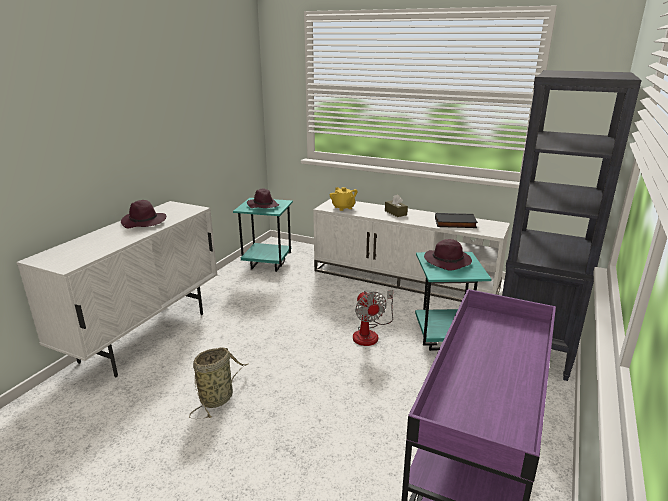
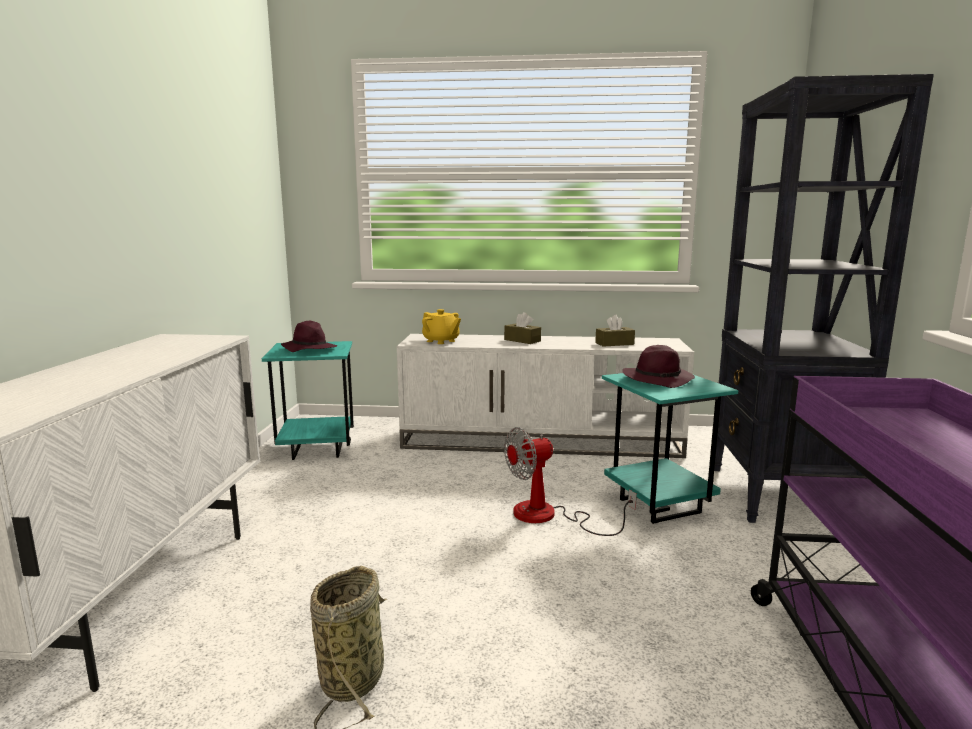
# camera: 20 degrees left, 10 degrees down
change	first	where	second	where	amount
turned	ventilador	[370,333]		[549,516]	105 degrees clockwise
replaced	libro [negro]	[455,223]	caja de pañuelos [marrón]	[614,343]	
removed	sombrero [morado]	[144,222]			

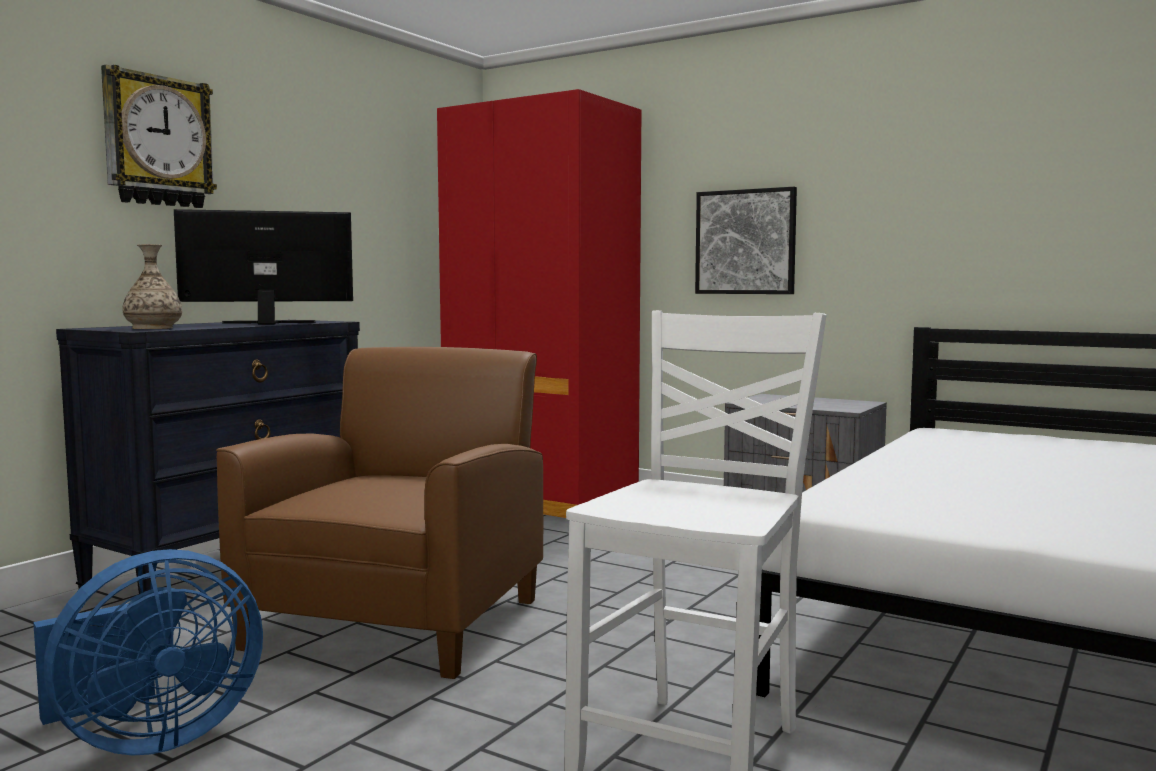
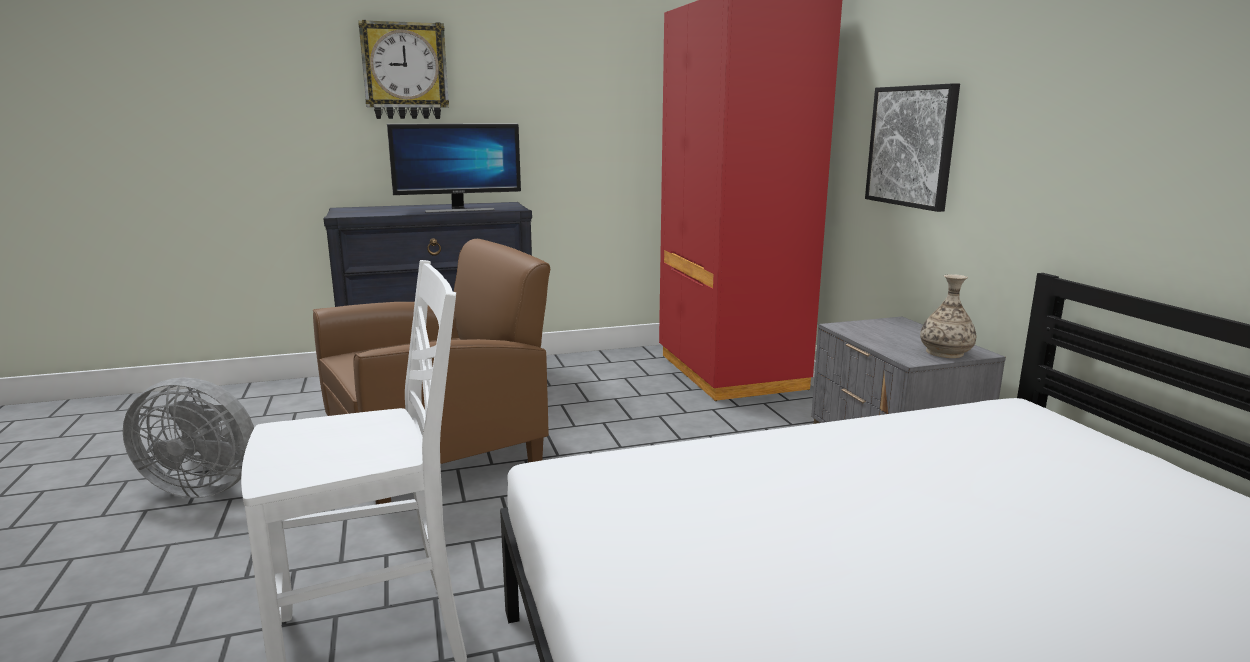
# camera: 40 degrees right, 10 degrees up
change	first	where	second	where	amount
recoloured	ventilador [azul]	[149,739]	ventilador [gris]	[205,486]	
turned	monitor	[268,323]		[459,210]	135 degrees clockwise
moved	florero	[153,328]		[945,352]	

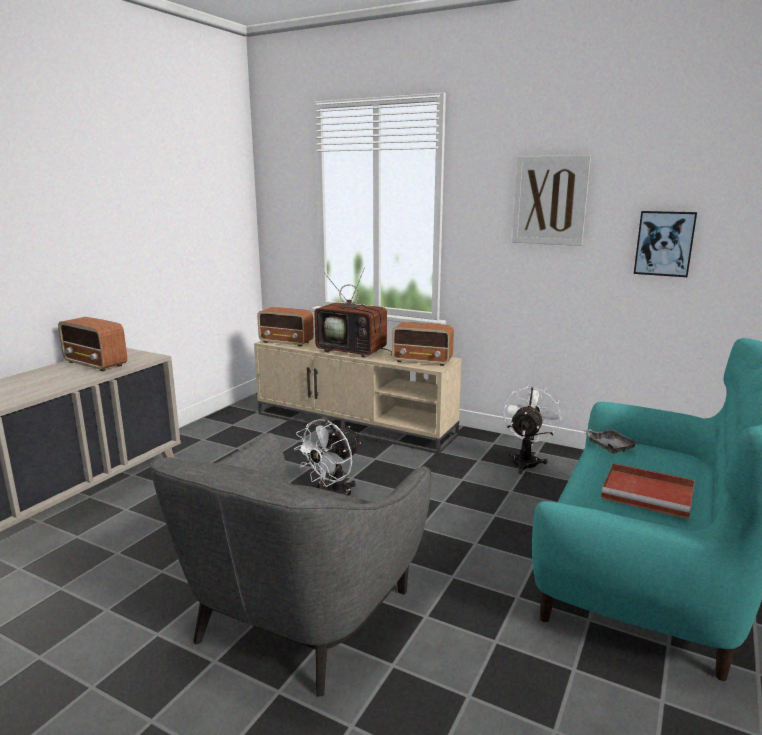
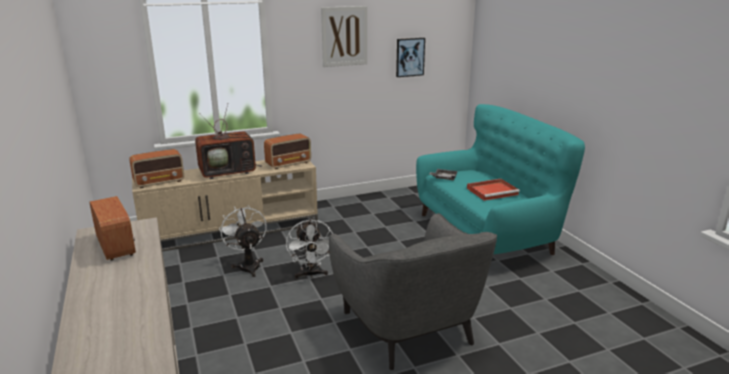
# camera: 50 degrees left, 5 degrees up
change	first	where	second	where	amount
turned	radio	[96,364]		[115,246]	105 degrees counterclockwise
moved	ventilador [blanco]	[526,461]		[248,265]	

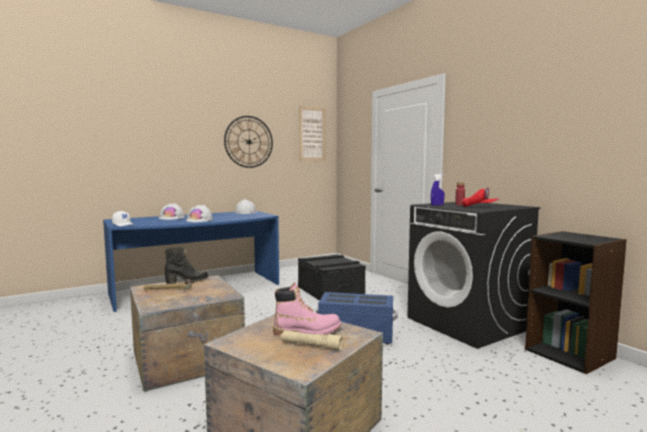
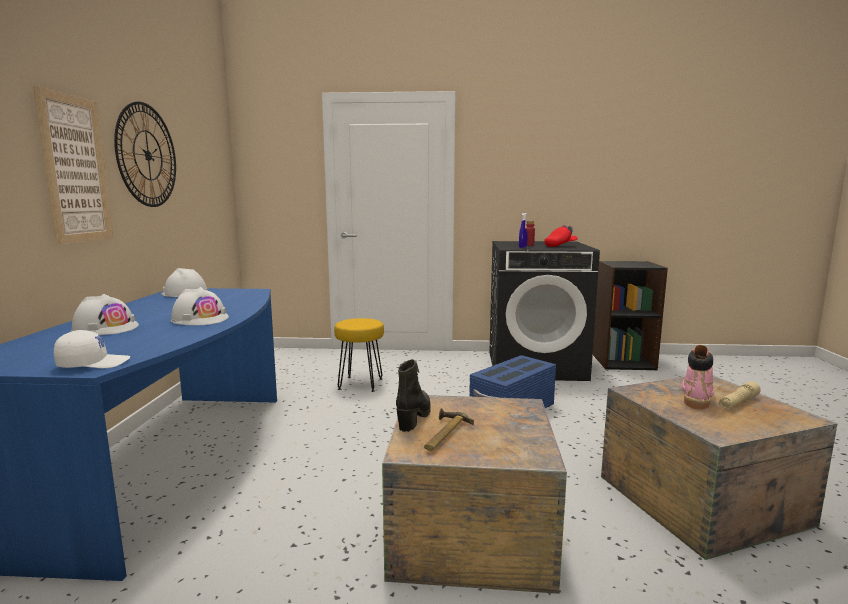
# camera: 55 degrees left, 5 degrees up
change	first	where	second	where	amount
moved	cuadro	[312,134]		[76,169]	
replaced	caja de almacenaje [negro]	[330,291]	taburete [amarillo]	[361,384]	

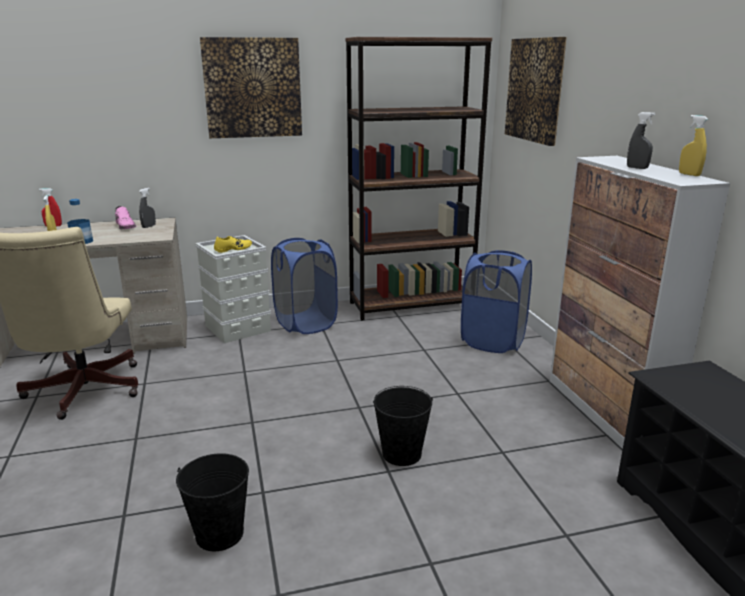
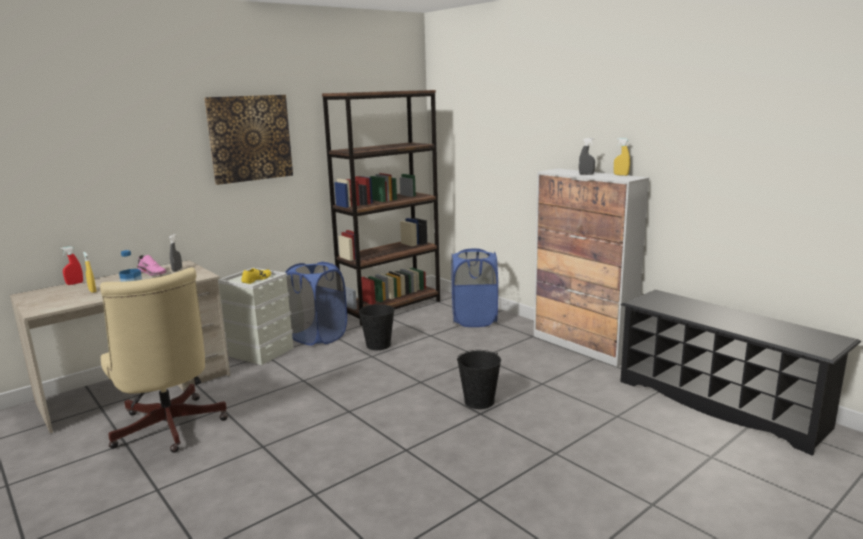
# camera: 25 degrees left, 5 degrees down
change	first	where	second	where	amount
moved	cubo [negro]	[219,533]		[378,345]	
removed	cuadro	[535,90]			

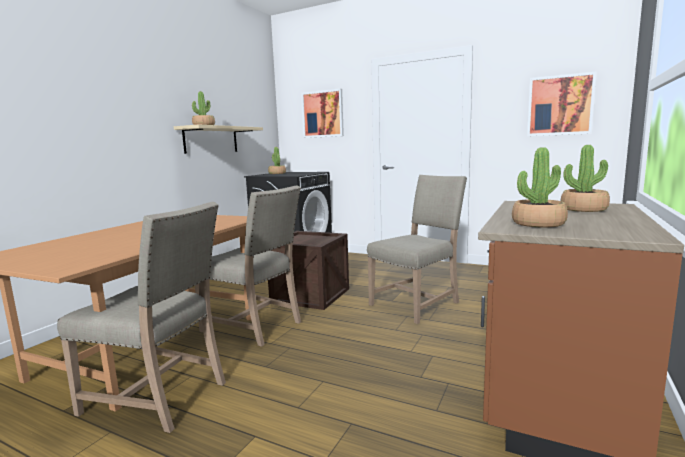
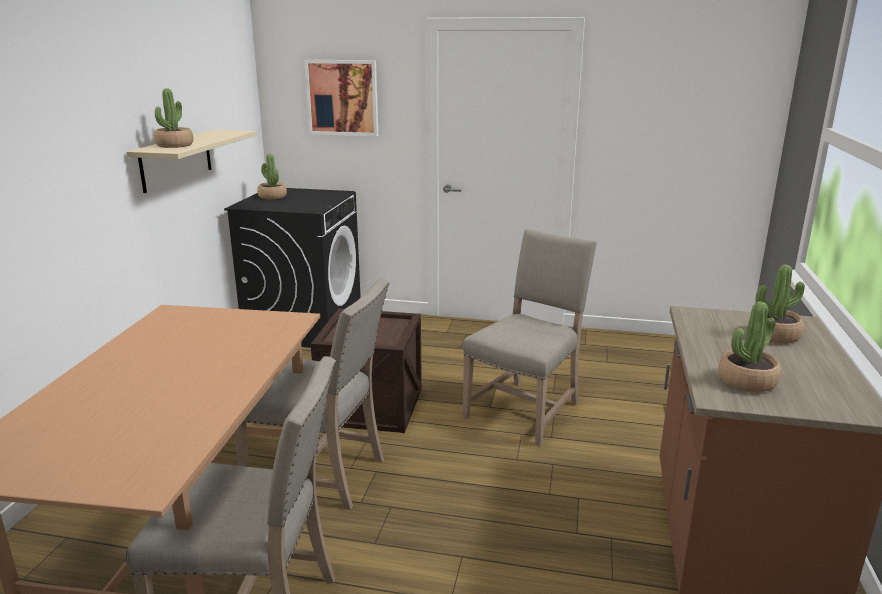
# camera: 15 degrees left, 10 degrees up
change	first	where	second	where	amount
removed	cuadro	[560,105]			

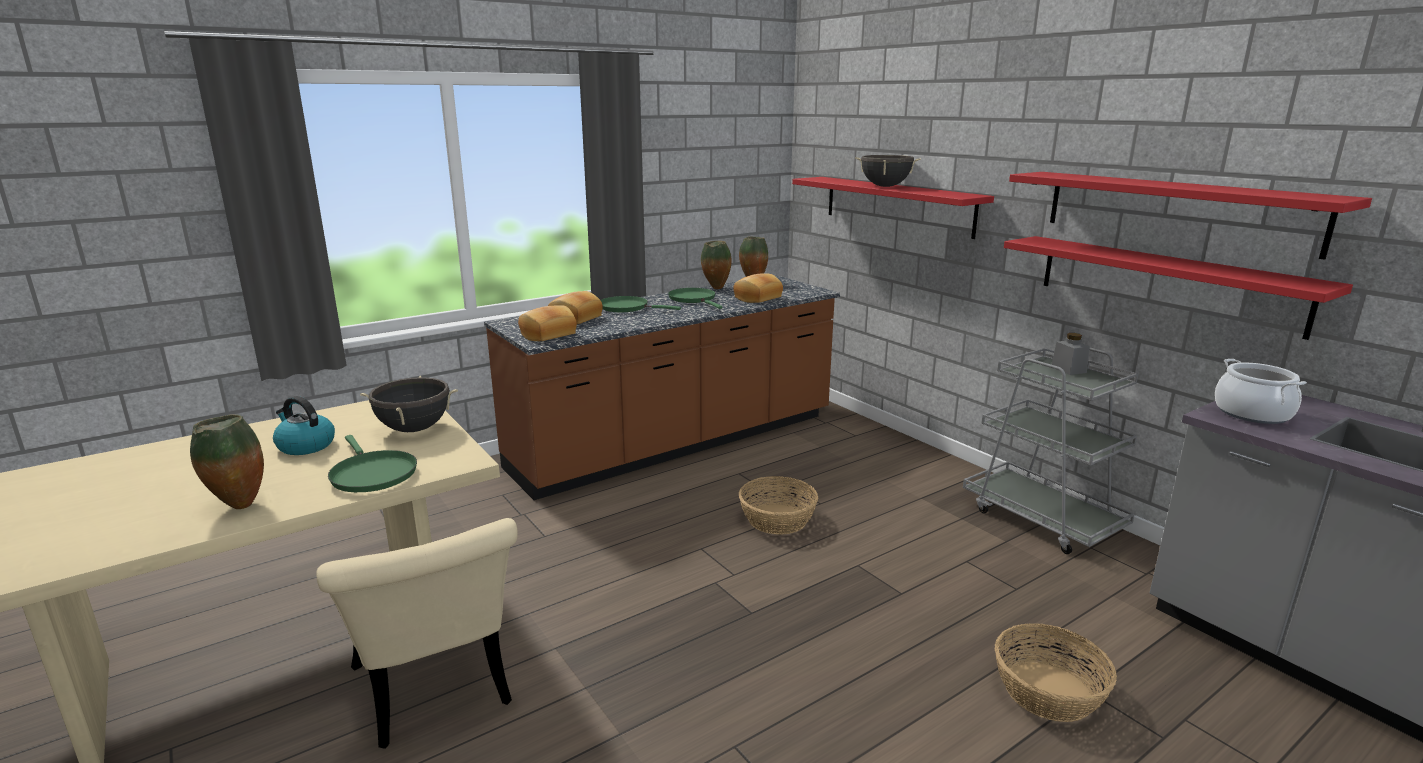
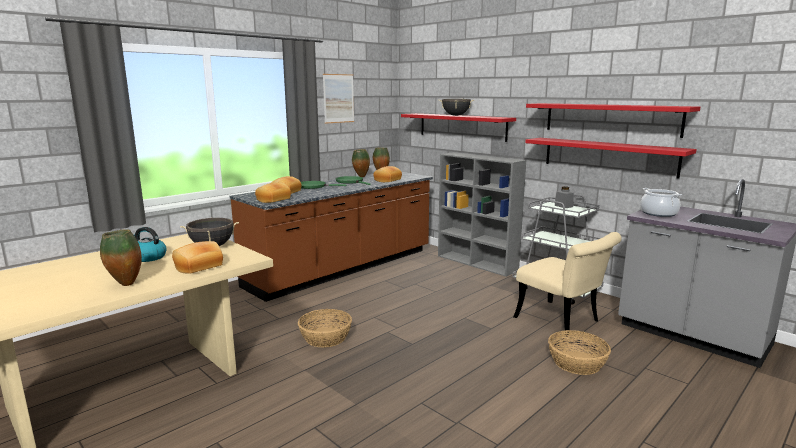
# camera: 10 degrees left, 5 degrees down
change	first	where	second	where	amount
replaced	sartén [verde]	[372,474]	pan	[199,267]	
moved	cesta	[777,519]		[325,337]	
added			cuadro	[338,98]	
added			estantería [gris]	[477,263]	
moved	silla [beis]	[436,694]		[562,321]	

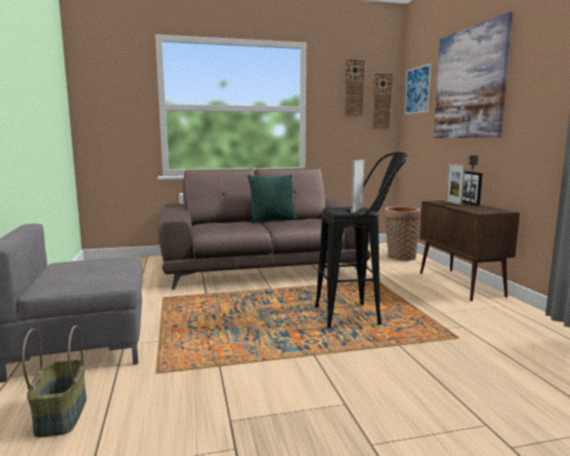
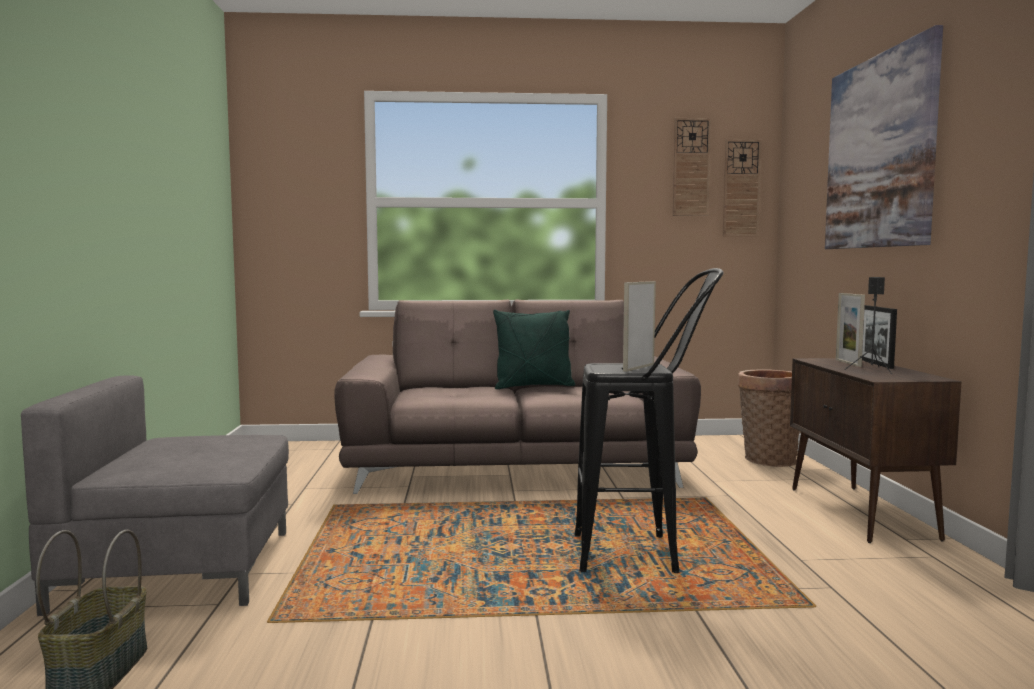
# camera: 10 degrees right, 5 degrees down
change	first	where	second	where	amount
removed	cuadro	[417,90]			

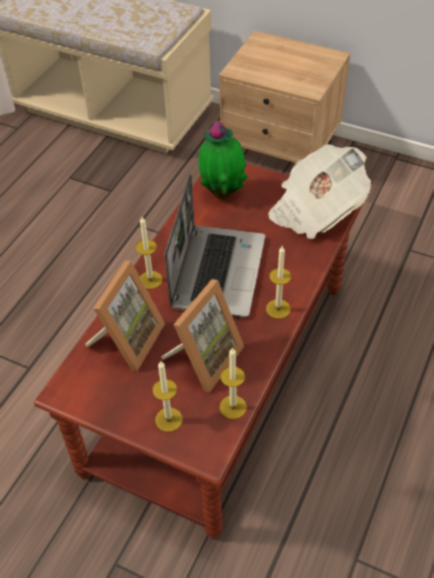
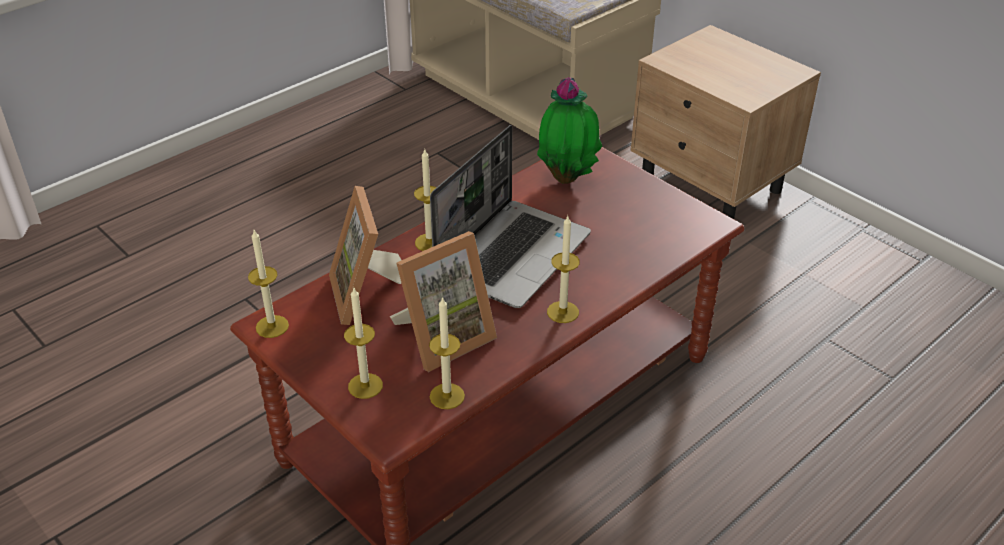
# camera: 20 degrees right, 10 degrees down
change	first	where	second	where	amount
added			vela	[272,326]	
turned	portarretratos	[127,340]		[367,294]	120 degrees clockwise
removed	periódico	[315,210]			

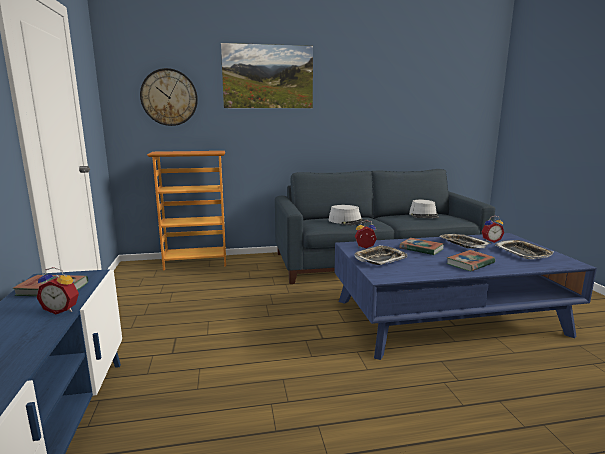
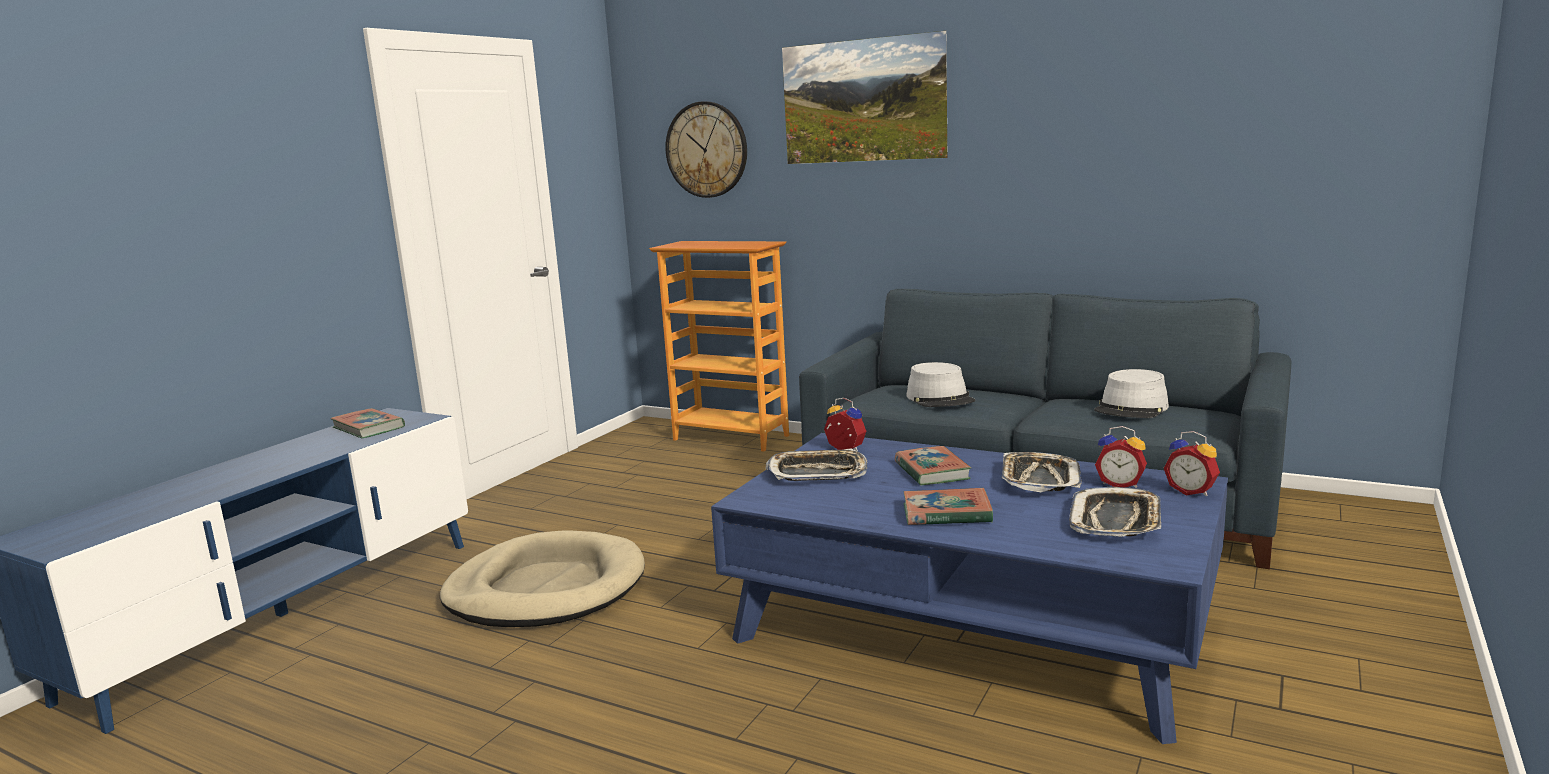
# camera: 40 degrees right, 0 degrees up
change	first	where	second	where	amount
added			cama para perro [beis]	[546,588]	
moved	despertador	[62,310]		[1191,491]	

